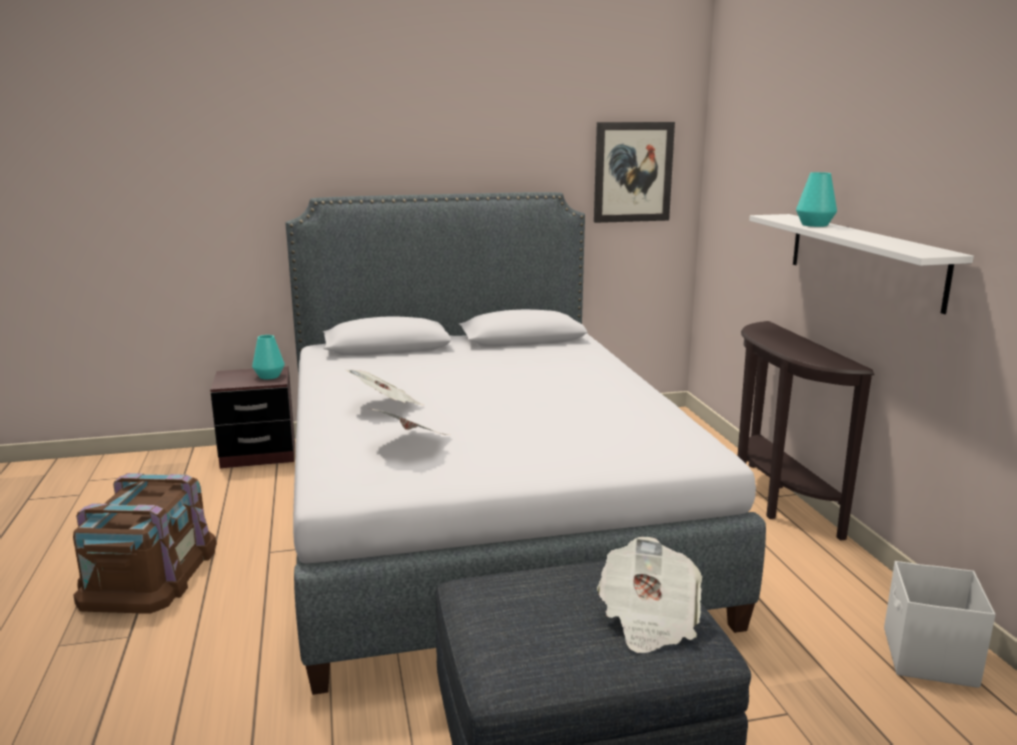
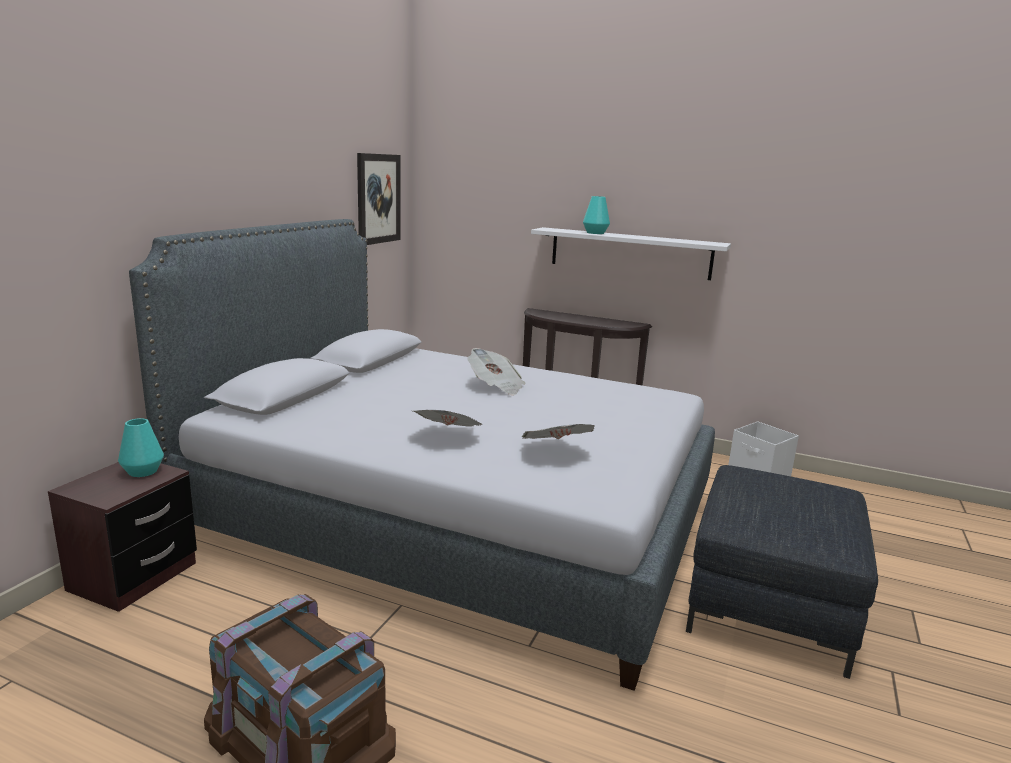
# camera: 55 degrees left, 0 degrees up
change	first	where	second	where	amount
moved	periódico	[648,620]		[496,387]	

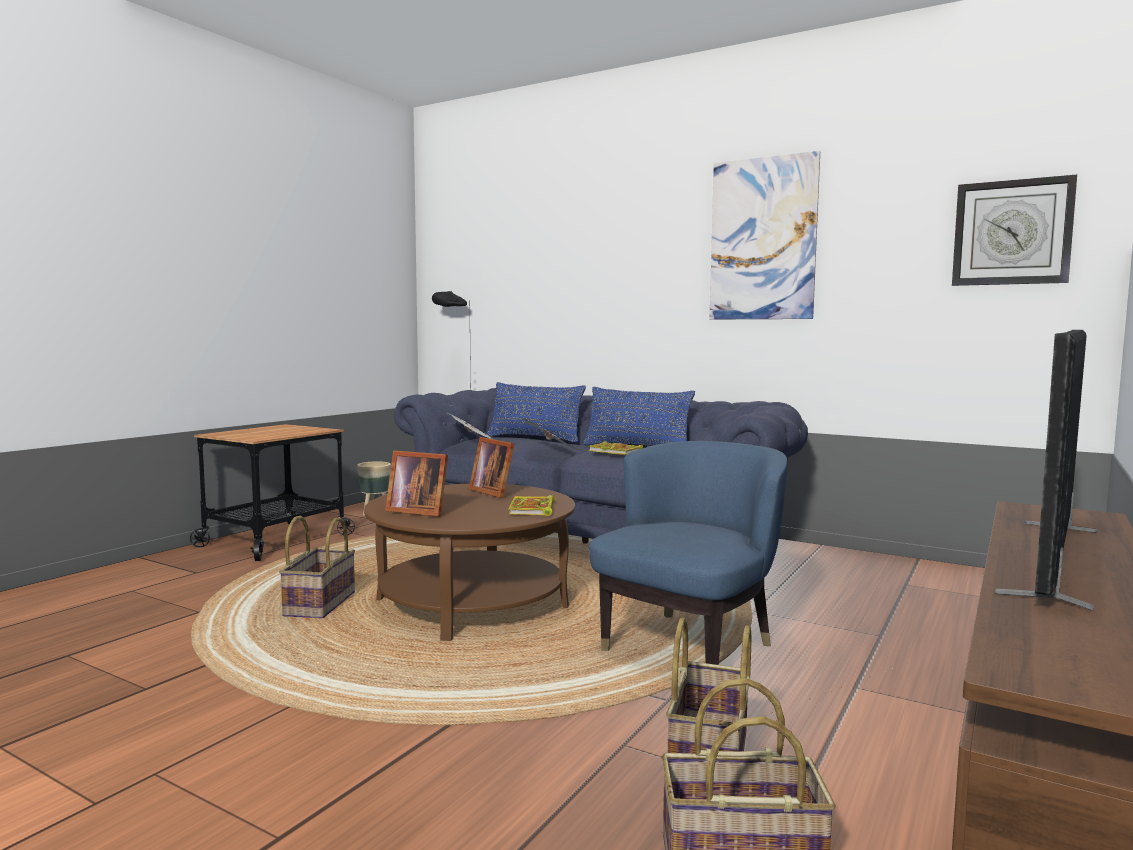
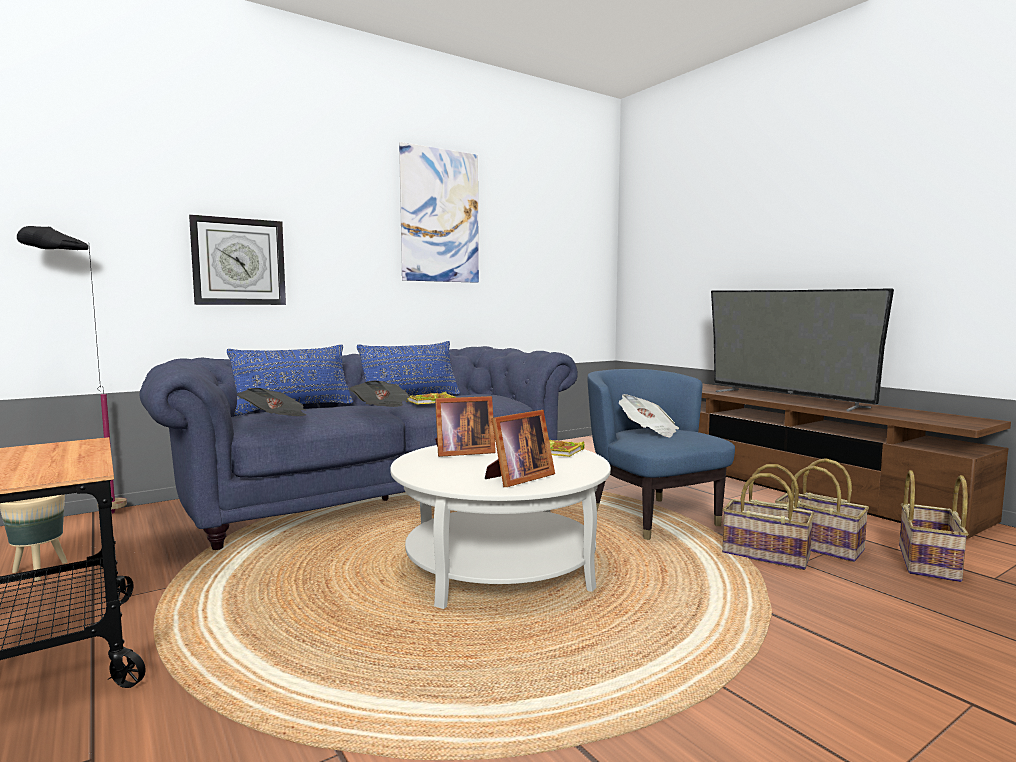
# camera: 65 degrees left, 0 degrees up
change	first	where	second	where	amount
moved	reloj de pared	[1012,233]		[239,262]	
recoloured	mesa de centro [marrón]	[472,603]	mesa de centro [blanco]	[500,566]	
added			periódico	[648,432]	
moved	cesta	[319,604]		[765,555]	

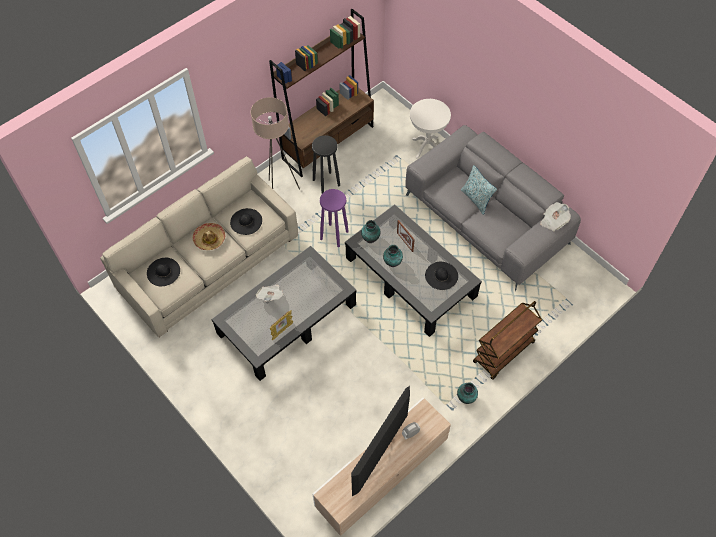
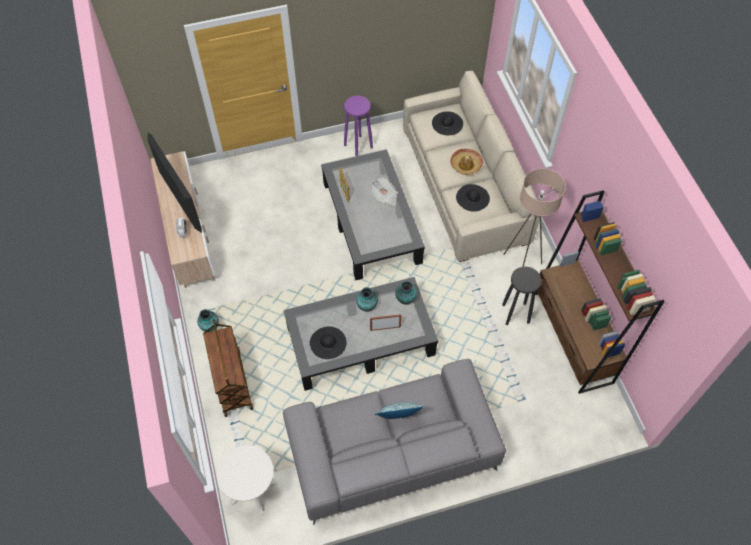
# camera: 115 degrees right, 0 degrees up
change	first	where	second	where	amount
moved	mesa auxiliar [blanco]	[427,147]		[254,493]	
moved	taburete [morado]	[334,235]		[358,146]	
removed	periódico	[553,221]			

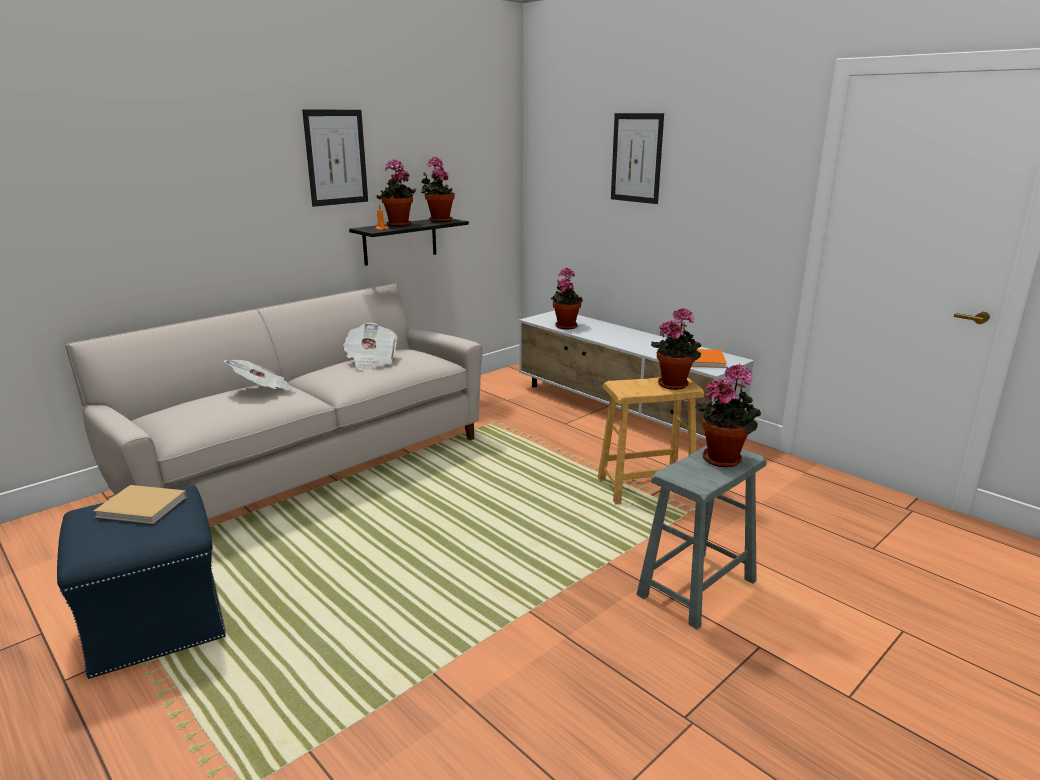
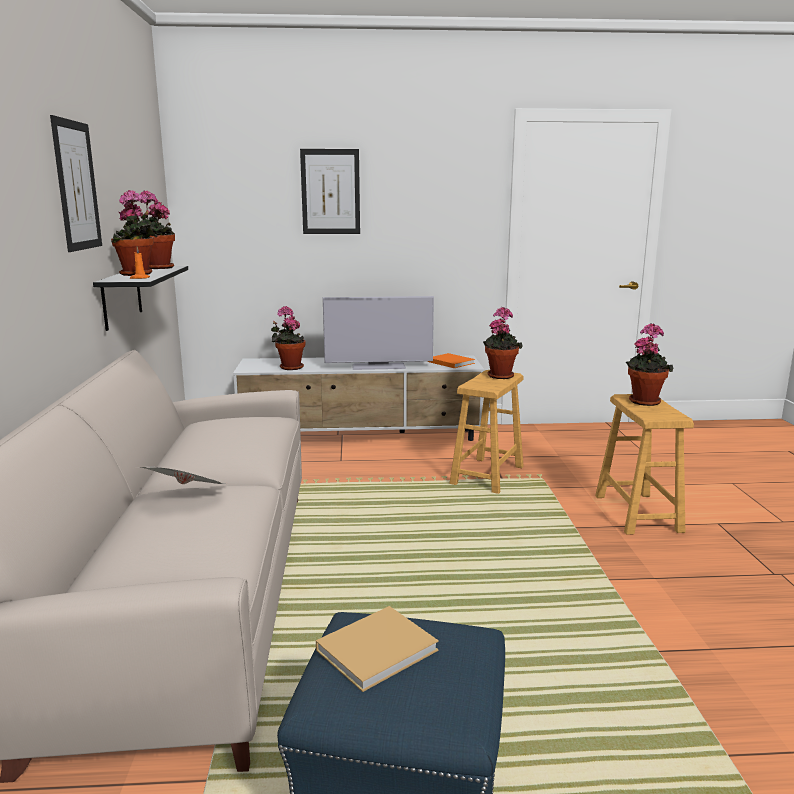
# camera: 50 degrees left, 5 degrees down
change	first	where	second	where	amount
added			televisor	[378,366]	
recoloured	taburete [gris]	[696,588]	taburete [marrón]	[637,513]	
removed	periódico	[371,361]			

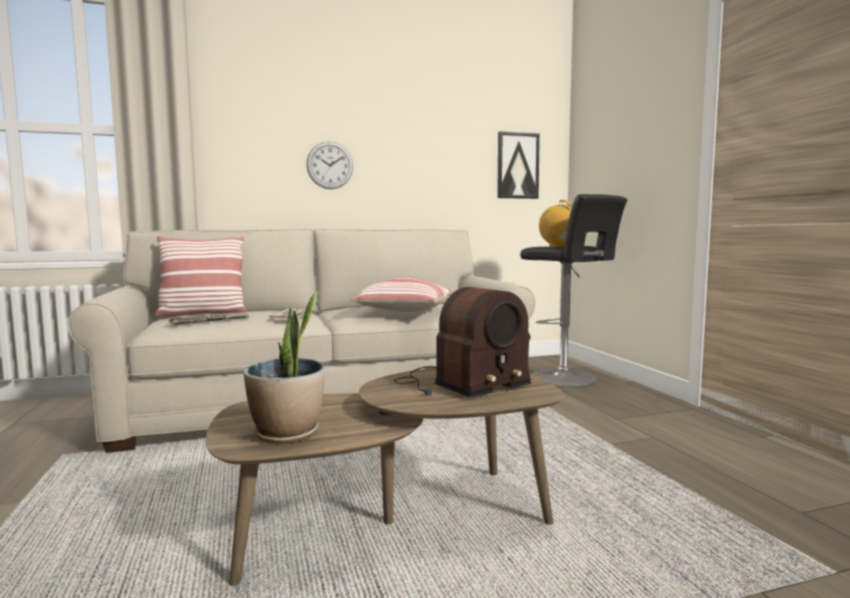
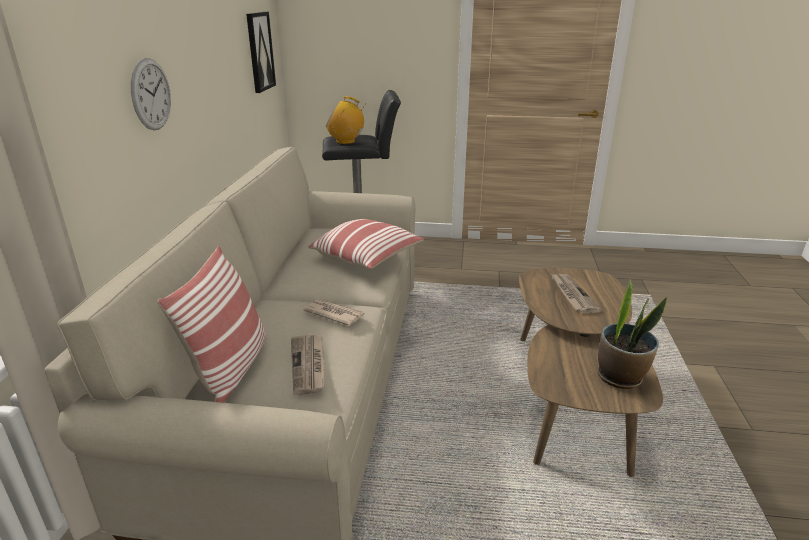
# camera: 65 degrees left, 20 degrees up
change	first	where	second	where	amount
replaced	radio	[458,384]	periódico	[572,295]	

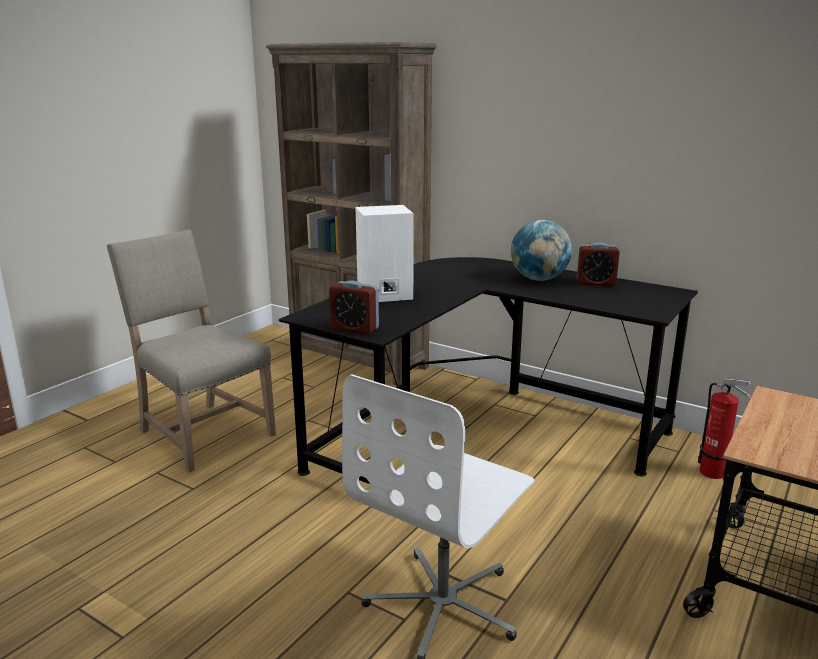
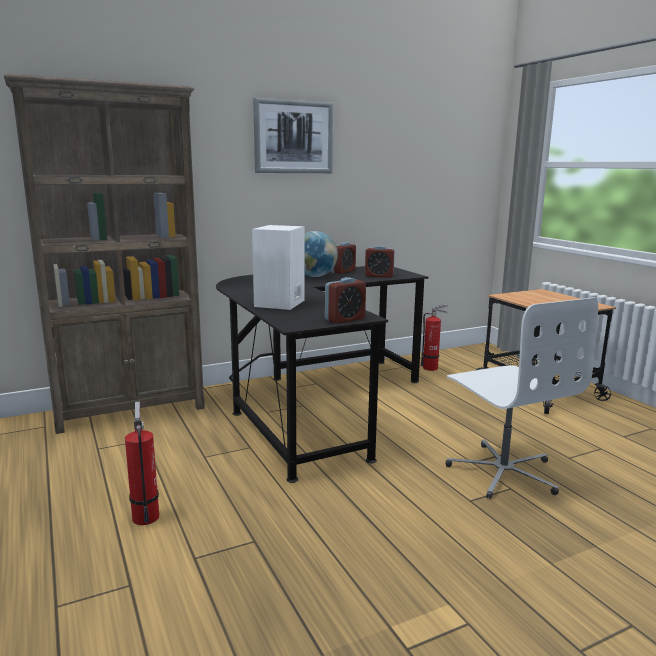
# camera: 60 degrees left, 5 degrees down
change	first	where	second	where	amount
replaced	silla [beis]	[202,432]	extintor	[145,515]	
added			cuadro	[293,137]	
added			despertador	[379,276]	

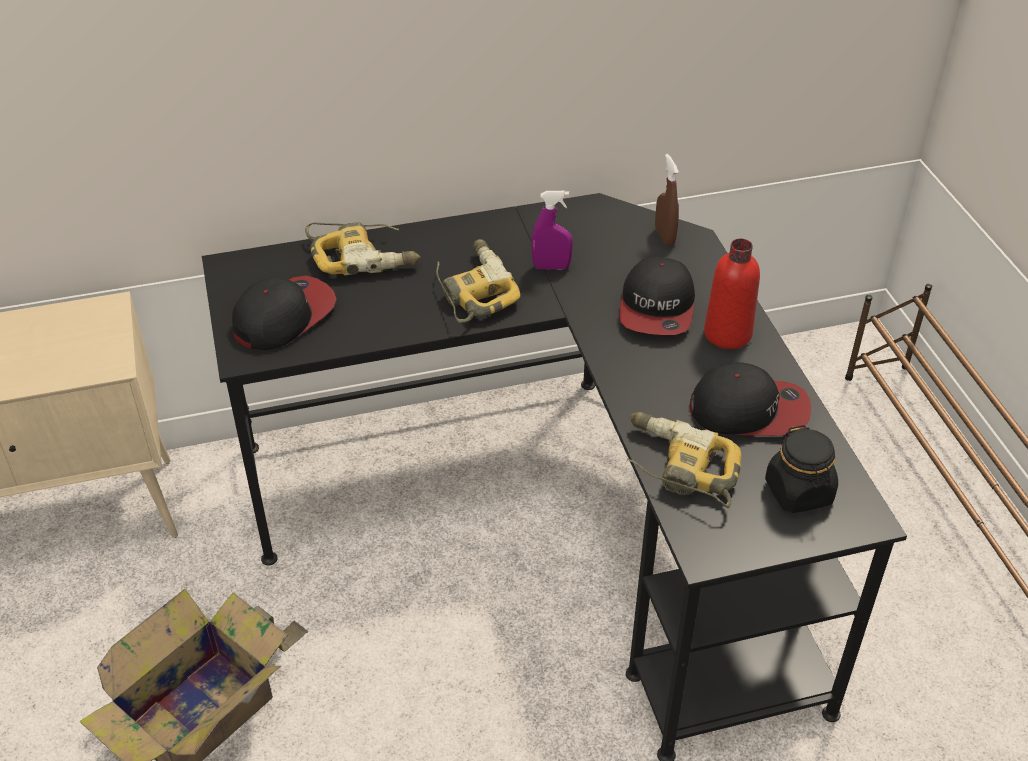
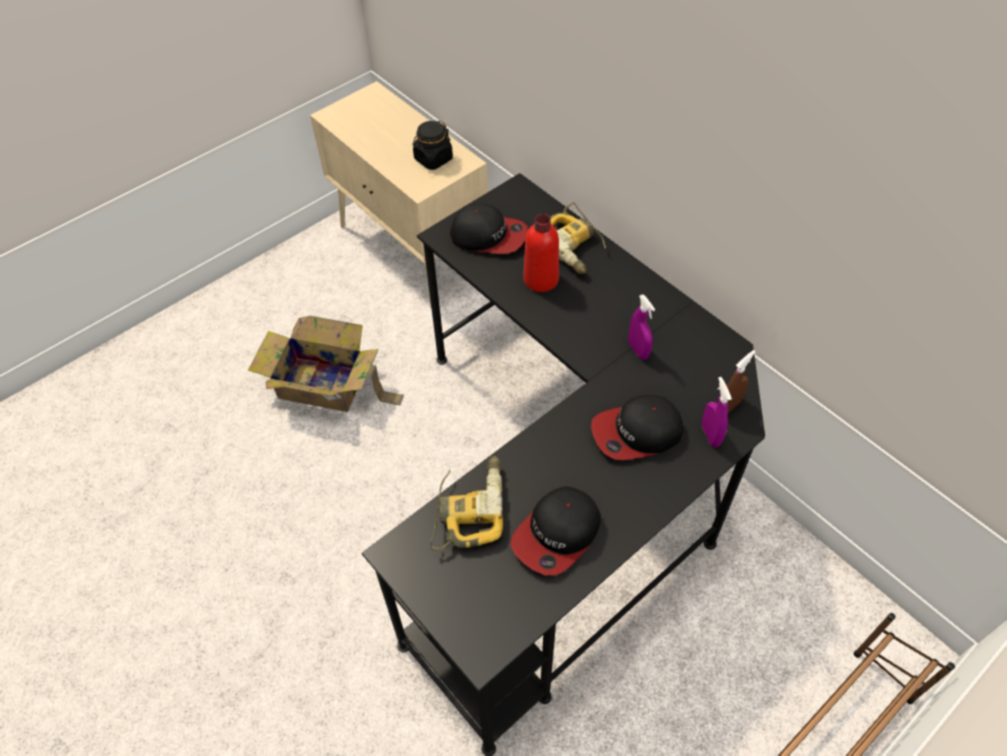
# camera: 65 degrees right, 10 degrees up
change	first	where	second	where	amount
moved	tarro [negro]	[799,492]		[433,159]	
turned	gorra	[749,410]		[557,534]	60 degrees clockwise
moved	botella [rojo]	[727,334]		[541,279]	
added			pulverizador [morado]	[710,435]	
removed	taladro	[472,290]			

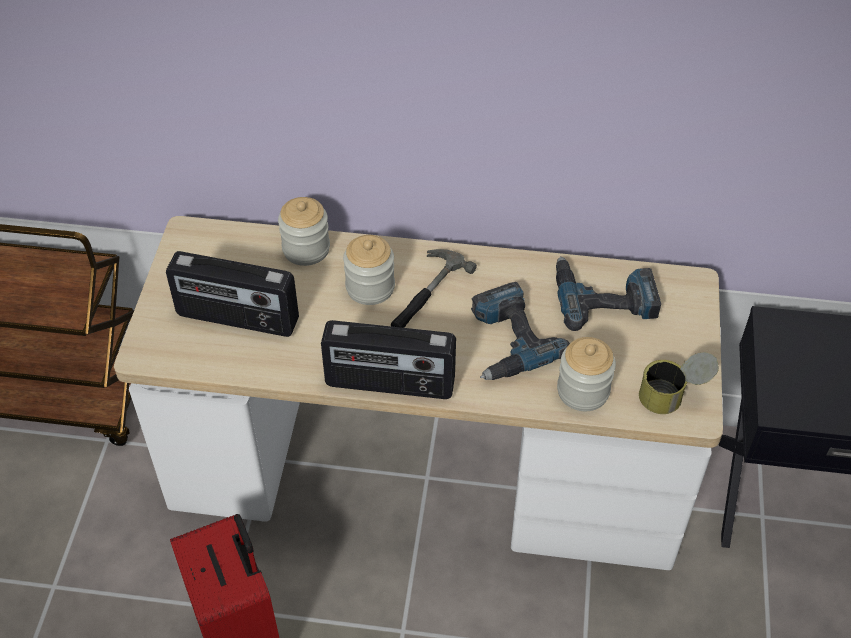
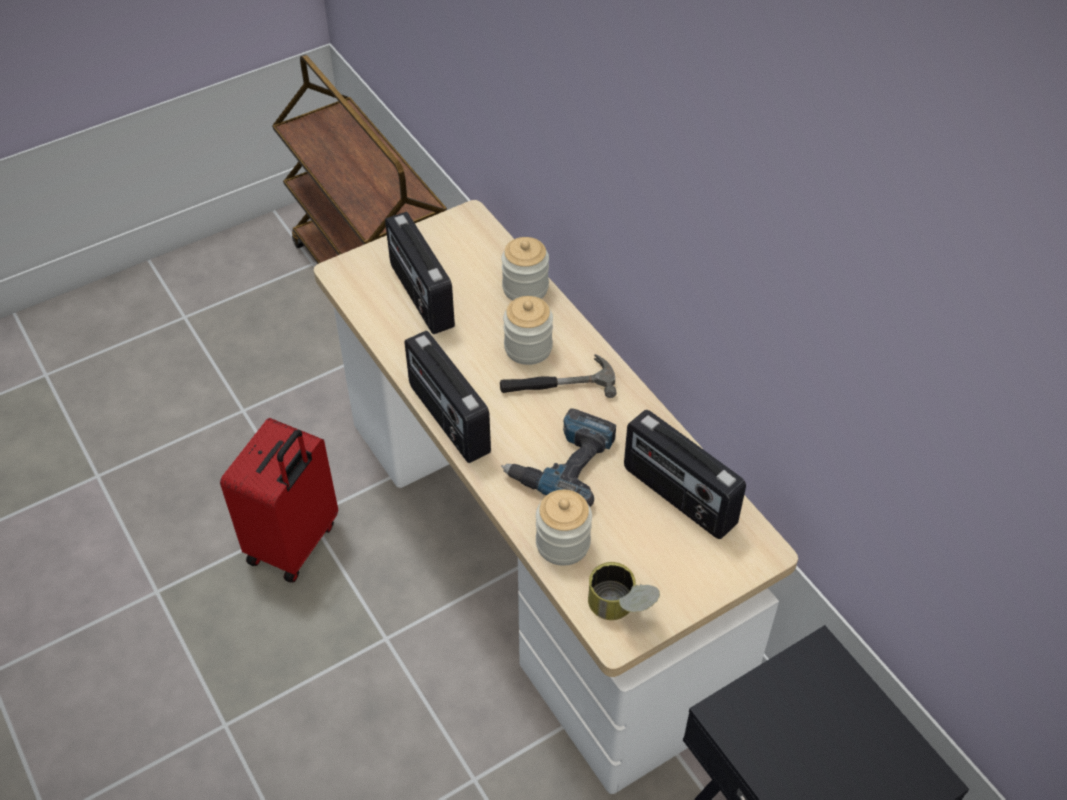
# camera: 50 degrees right, 0 degrees up
change	first	where	second	where	amount
replaced	taladro	[603,297]	radio	[678,497]	

